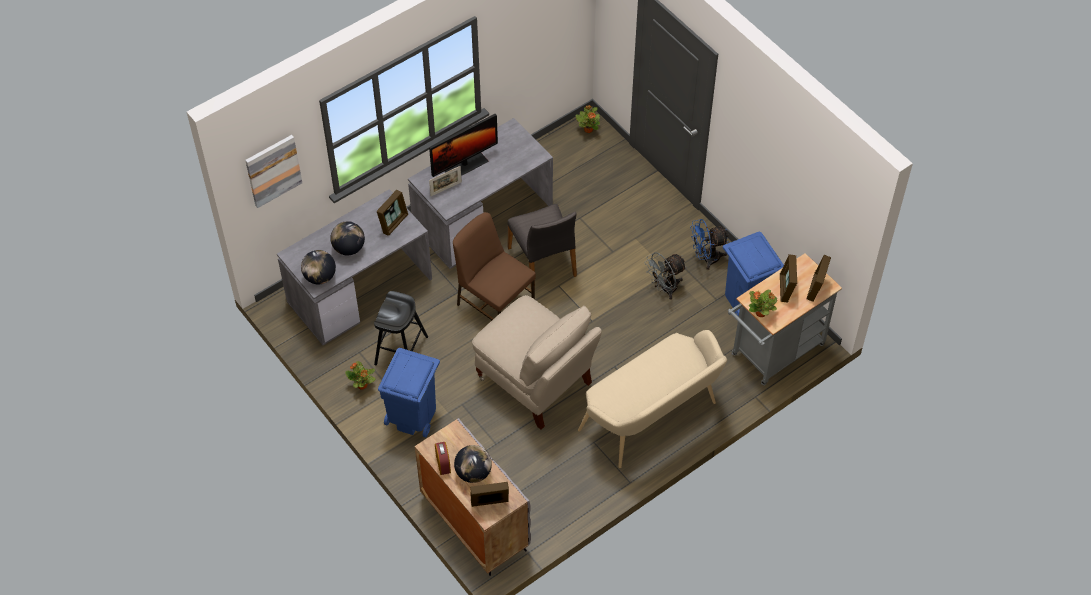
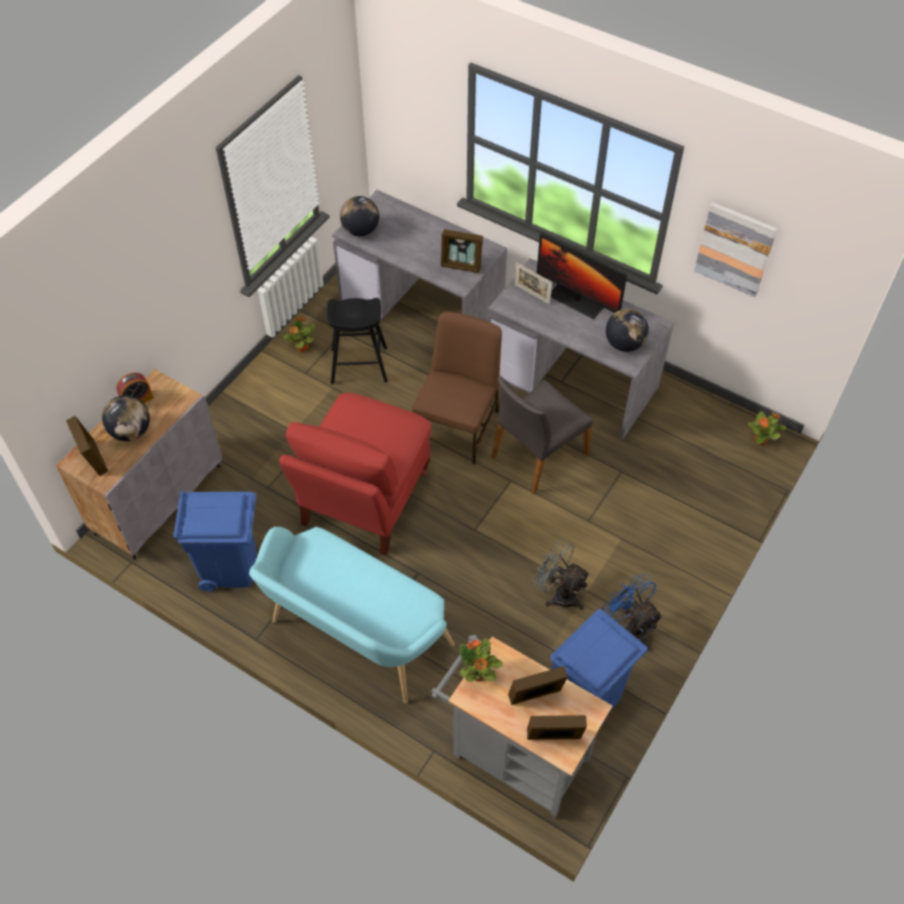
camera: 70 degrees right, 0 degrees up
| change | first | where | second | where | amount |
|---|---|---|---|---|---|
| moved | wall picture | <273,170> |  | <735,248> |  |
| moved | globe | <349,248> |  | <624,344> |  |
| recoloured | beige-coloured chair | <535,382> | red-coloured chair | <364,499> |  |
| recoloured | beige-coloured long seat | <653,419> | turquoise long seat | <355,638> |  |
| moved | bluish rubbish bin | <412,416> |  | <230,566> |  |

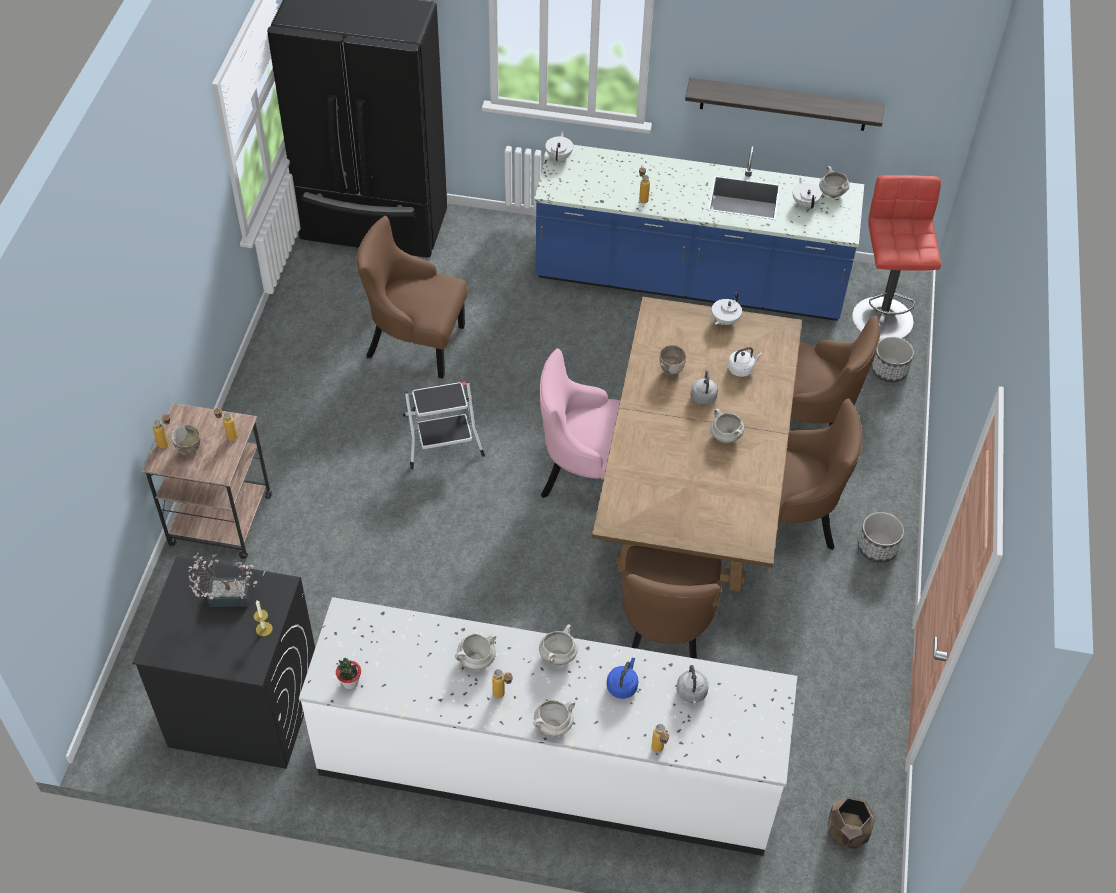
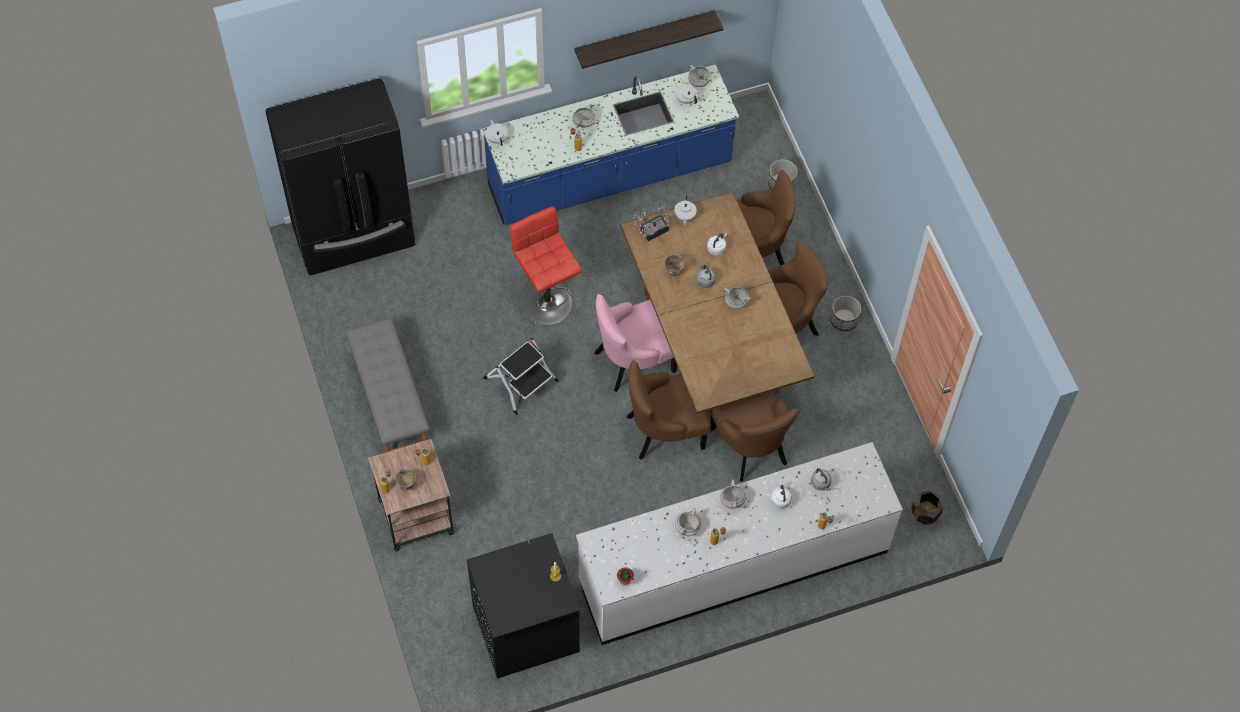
camera: 30 degrees left, 10 degrees up
| change | first | where | second | where | amount |
|---|---|---|---|---|---|
| moved | red-coloured stool | <883,318> |  | <547,303> |  |
| moved | brownish chair | <417,344> |  | <666,430> |  |
| moved | houseplant | <225,595> |  | <651,231> |  |
| recoloured | bluish water kettle | <622,686> | white-coloured water kettle | <780,499> |  |
| moved | white-coloured saucepot | <553,724> |  | <584,122> |  |
| added |  |  | grey long seat | <390,400> |  |

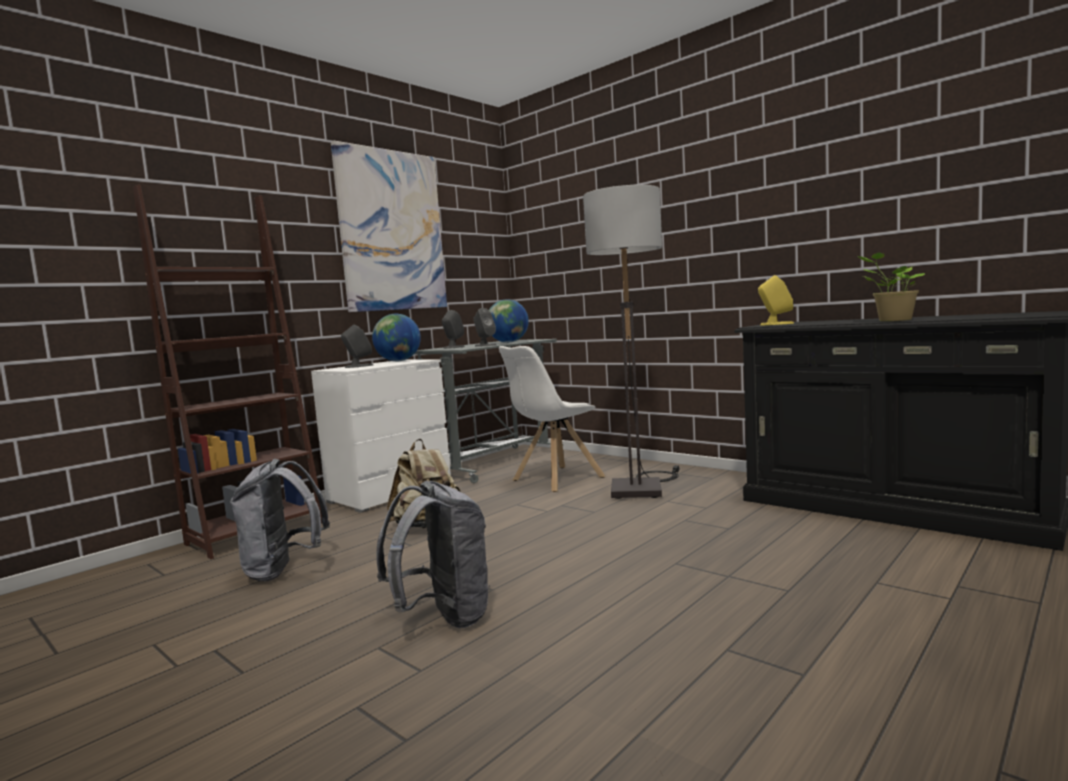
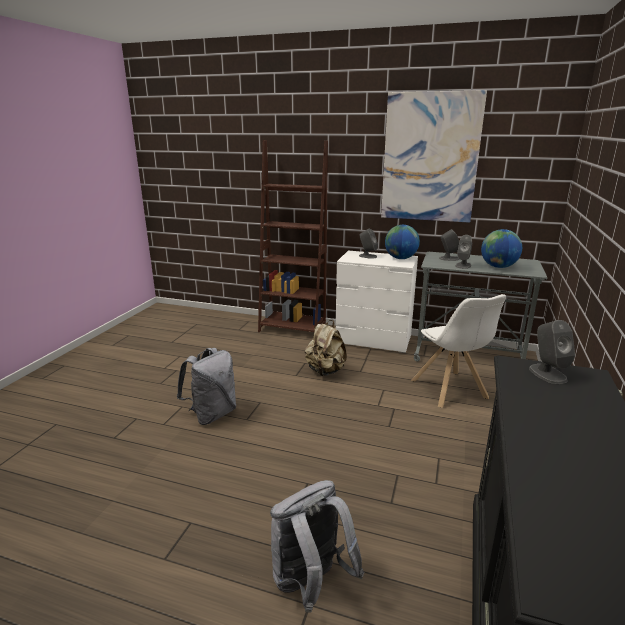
camera: 65 degrees right, 15 degrees up
| change | first | where | second | where | amount |
|---|---|---|---|---|---|
| removed | standing lamp | <643,487> |  |  |  |
| removed | houseplant | <892,320> |  |  |  |
| recoloured | yellow-coloured loudspeaker | <776,324> | grey loudspeaker | <547,373> |  |
| turned | white-coloured chair | <554,479> |  | <451,391> | 135 degrees counterclockwise |
| moved | grey knapsack | <283,571> |  | <310,583> |  |

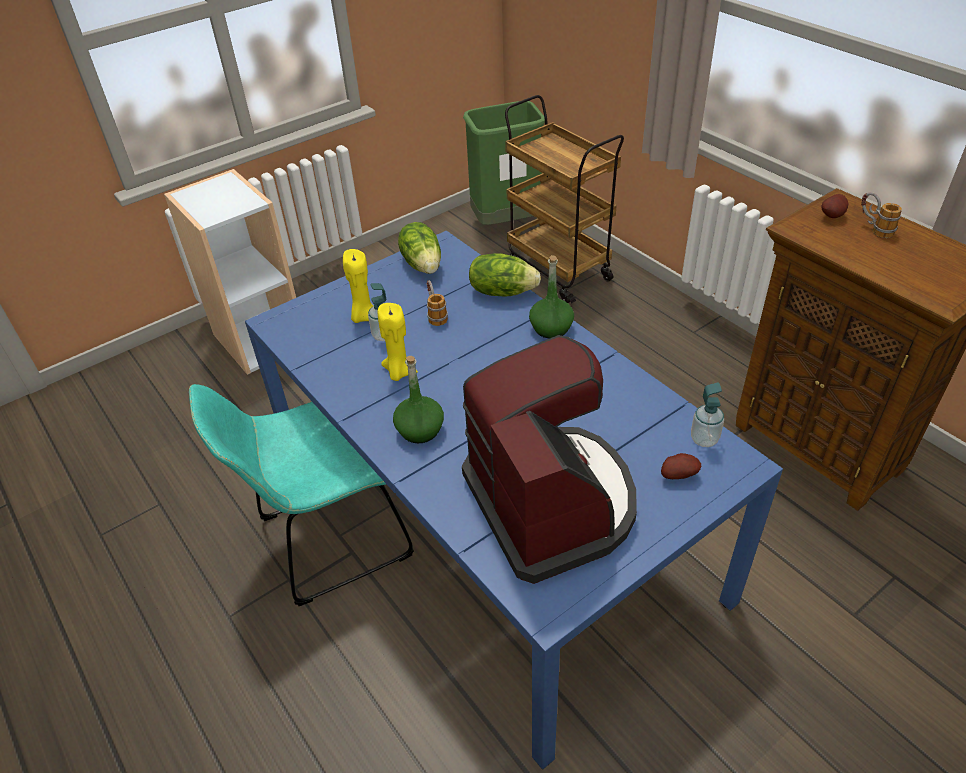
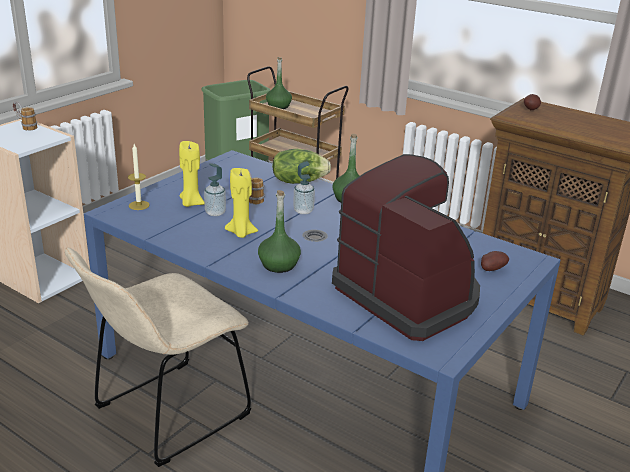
camera: 20 degrees left, 15 degrees down
| change | first | where | second | where | amount |
|---|---|---|---|---|---|
| moved | mug | <873,228> |  | <25,126> |  |
| removed | lettuce | <423,264> |  |  |  |
| moved | soap dispenser | <704,439> |  | <303,211> |  |
| recoloured | turquoise chair | <327,541> | beige-coloured chair | <166,415> |  |
| added |  |  | green-coloured bottle | <278,106> |  |
| added |  |  | wax candle | <139,205> |  |

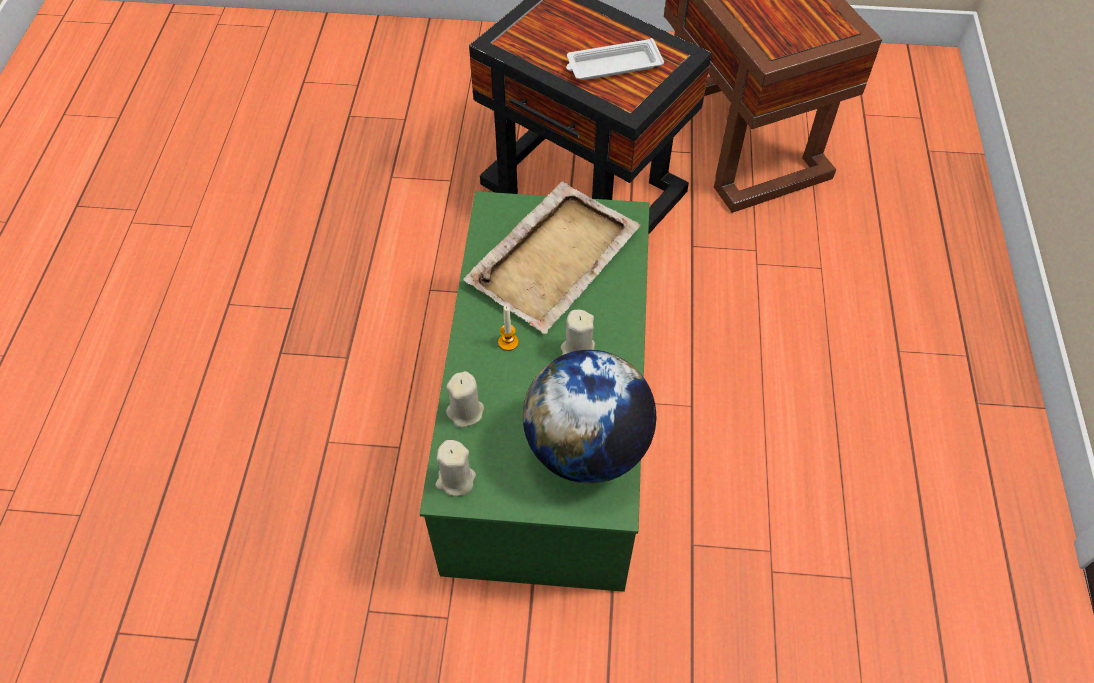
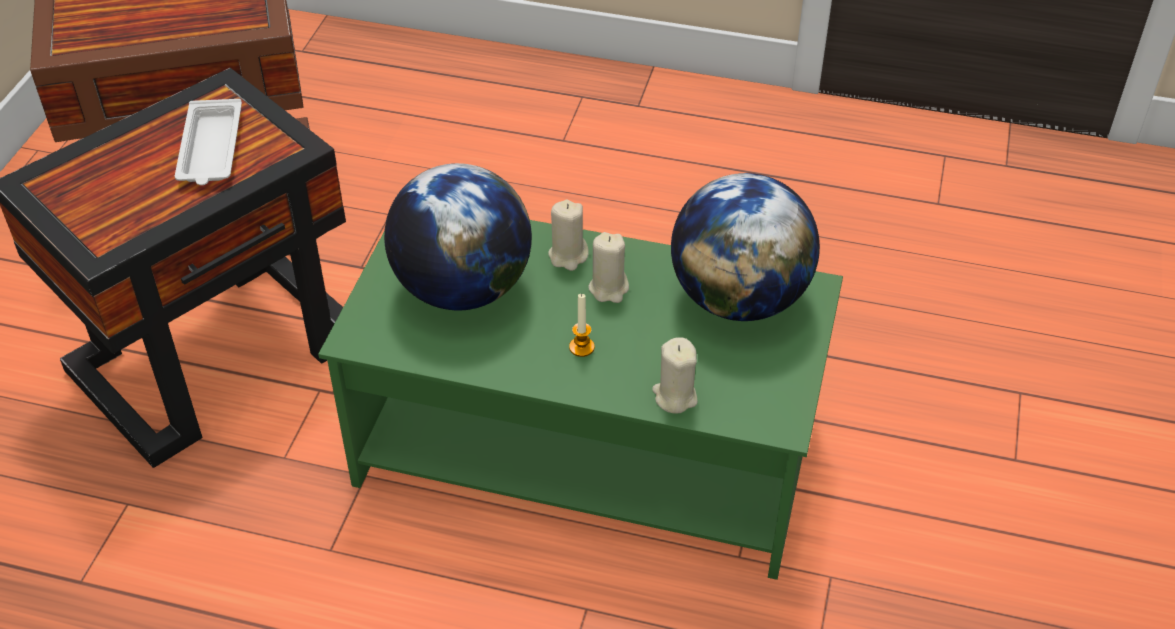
camera: 80 degrees left, 10 degrees down
| change | first | where | second | where | amount |
|---|---|---|---|---|---|
| replaced | beige-coloured tray | <555,257> | globe | <462,289> |  |
| moved | beige-coloured wax candle | <455,480> |  | <568,256> |  |

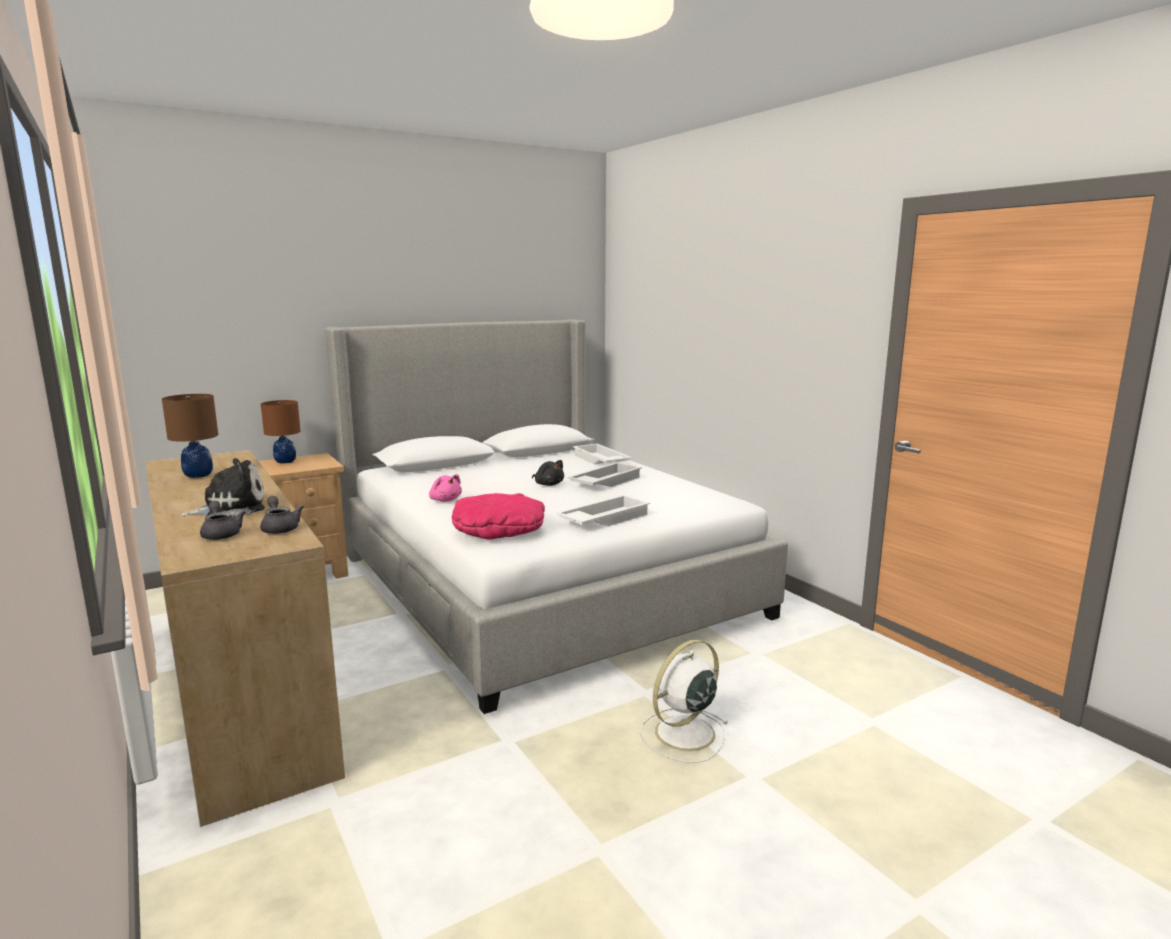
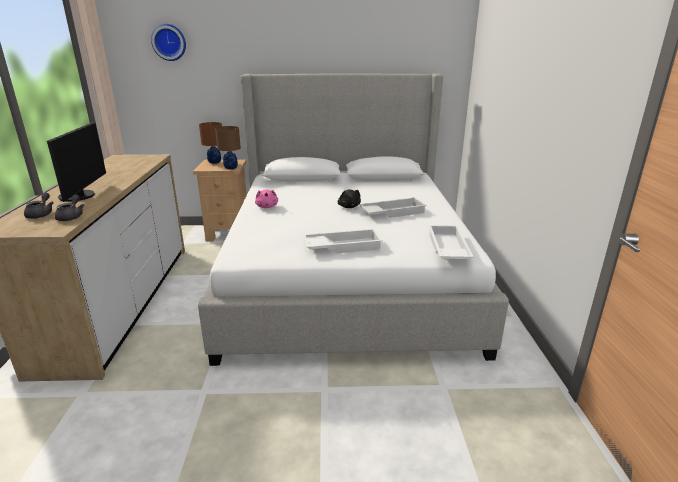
camera: 30 degrees right, 10 degrees up
| change | first | where | second | where | amount |
|---|---|---|---|---|---|
| moved | brownish tabletop lamp | <200,475> |  | <231,168> |  |
| moved | white-coloured tray | <600,461> |  | <446,248> |  |
| replaced | soft toy | <230,508> | computer display | <81,196> |  |
| removed | pink-coloured pillow | <498,529> |  |  |  |
| removed | white-coloured fan | <683,734> |  |  |  |
| added |  |  | clock on the wall | <169,42> |  |

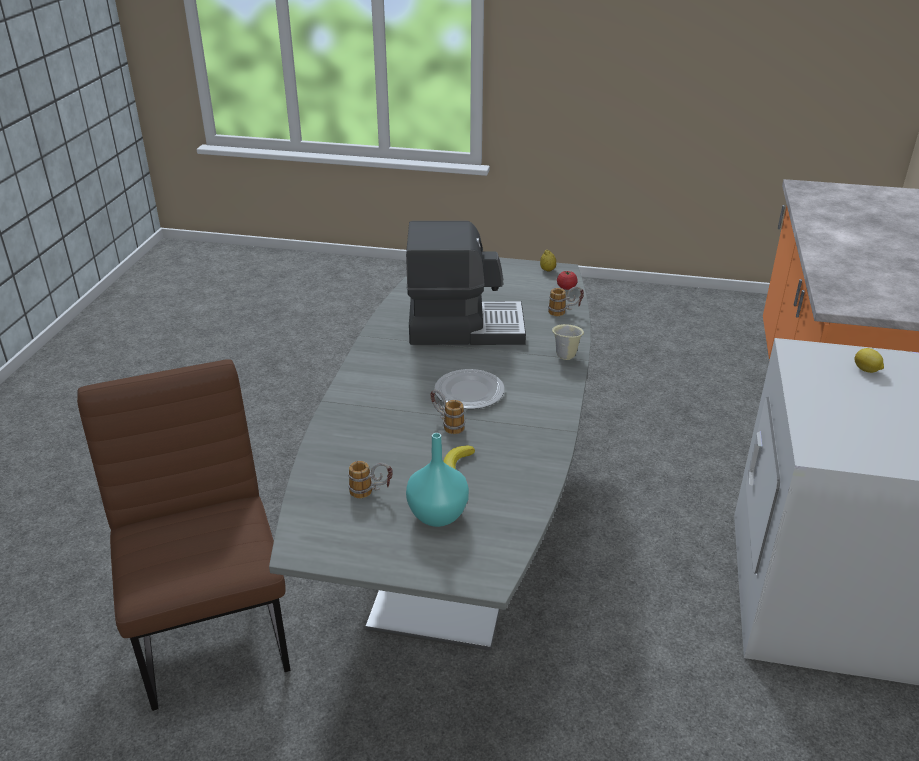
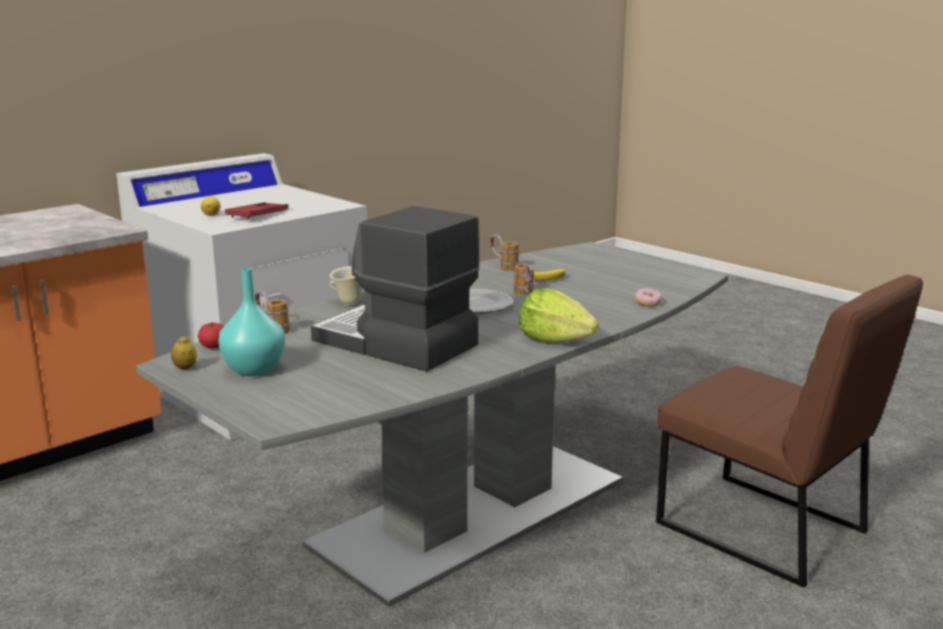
camera: 145 degrees left, 15 degrees down
| change | first | where | second | where | amount |
|---|---|---|---|---|---|
| turned | brownish chair | <212,625> |  | <766,530> | 60 degrees counterclockwise |
| moved | turquoise flower vase | <438,516> |  | <254,369> |  |
| moved | mug | <371,492> |  | <503,266> |  |
| added |  |  | red-coloured tray | <257,215> |  |
| added |  |  | lettuce | <554,340> |  |
| added |  |  | ring doughnut | <647,303> |  |

